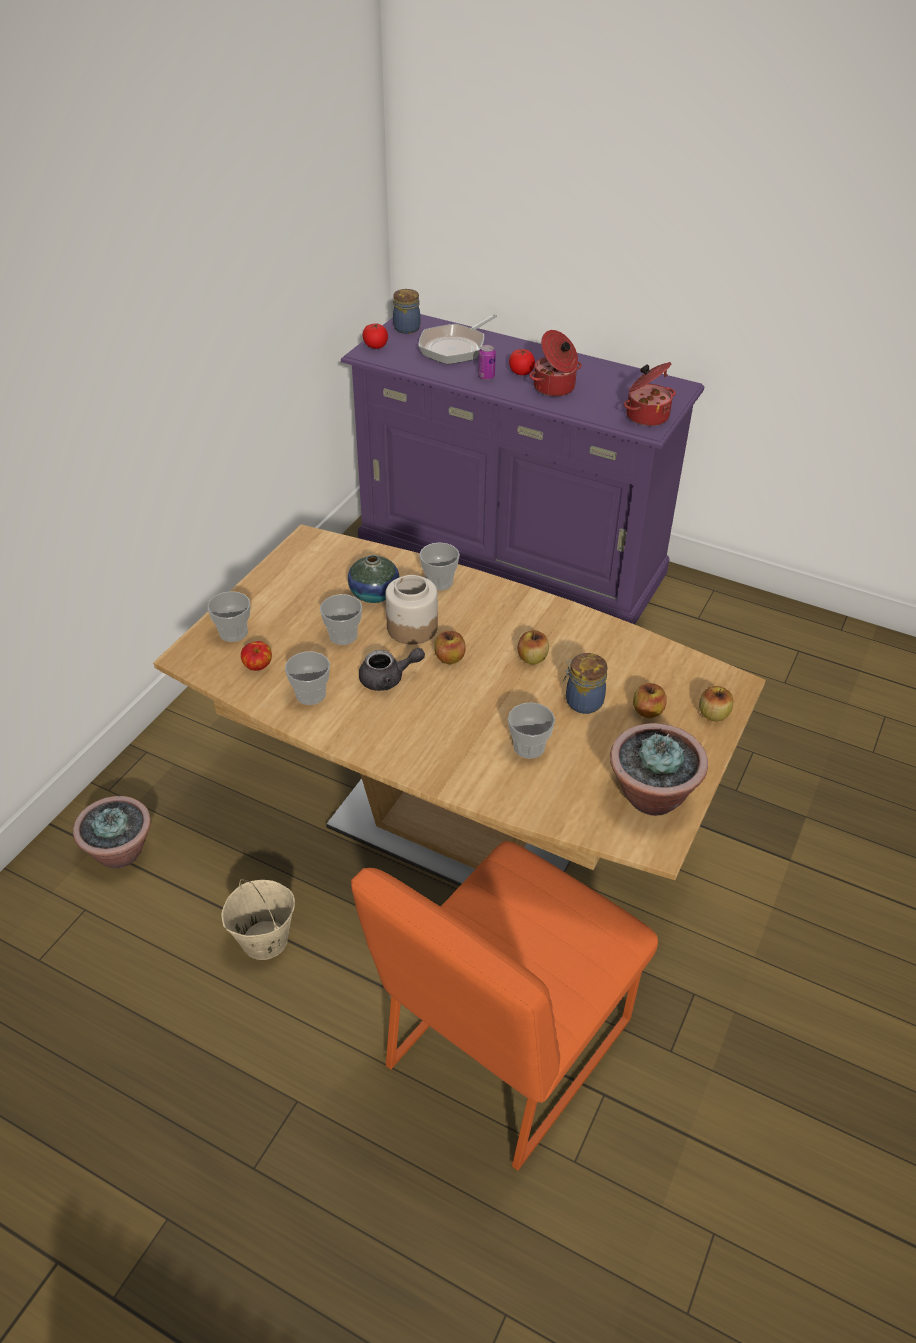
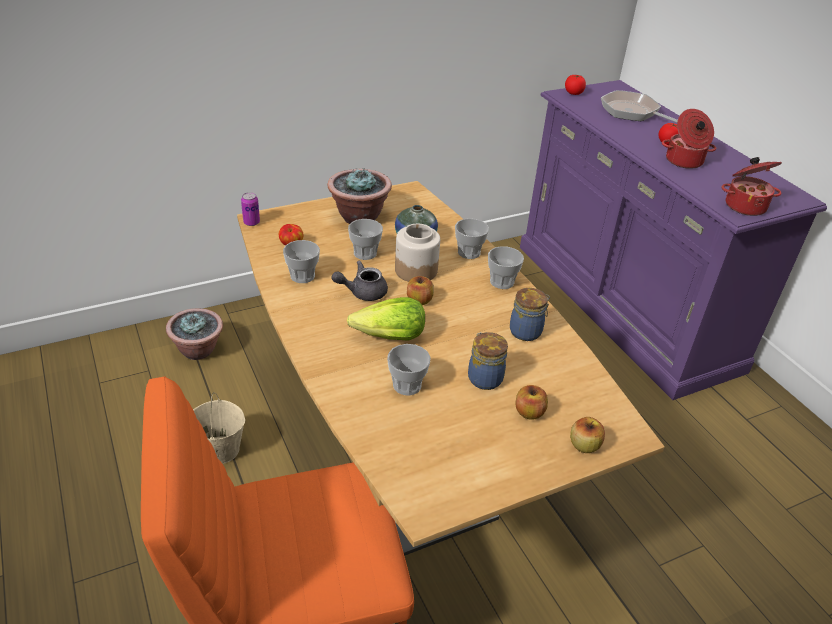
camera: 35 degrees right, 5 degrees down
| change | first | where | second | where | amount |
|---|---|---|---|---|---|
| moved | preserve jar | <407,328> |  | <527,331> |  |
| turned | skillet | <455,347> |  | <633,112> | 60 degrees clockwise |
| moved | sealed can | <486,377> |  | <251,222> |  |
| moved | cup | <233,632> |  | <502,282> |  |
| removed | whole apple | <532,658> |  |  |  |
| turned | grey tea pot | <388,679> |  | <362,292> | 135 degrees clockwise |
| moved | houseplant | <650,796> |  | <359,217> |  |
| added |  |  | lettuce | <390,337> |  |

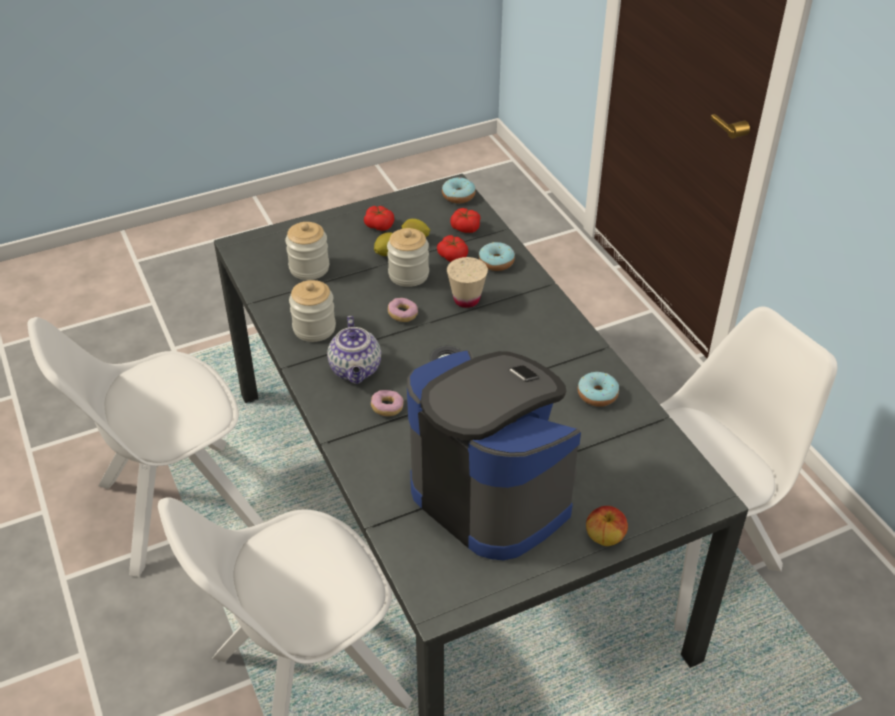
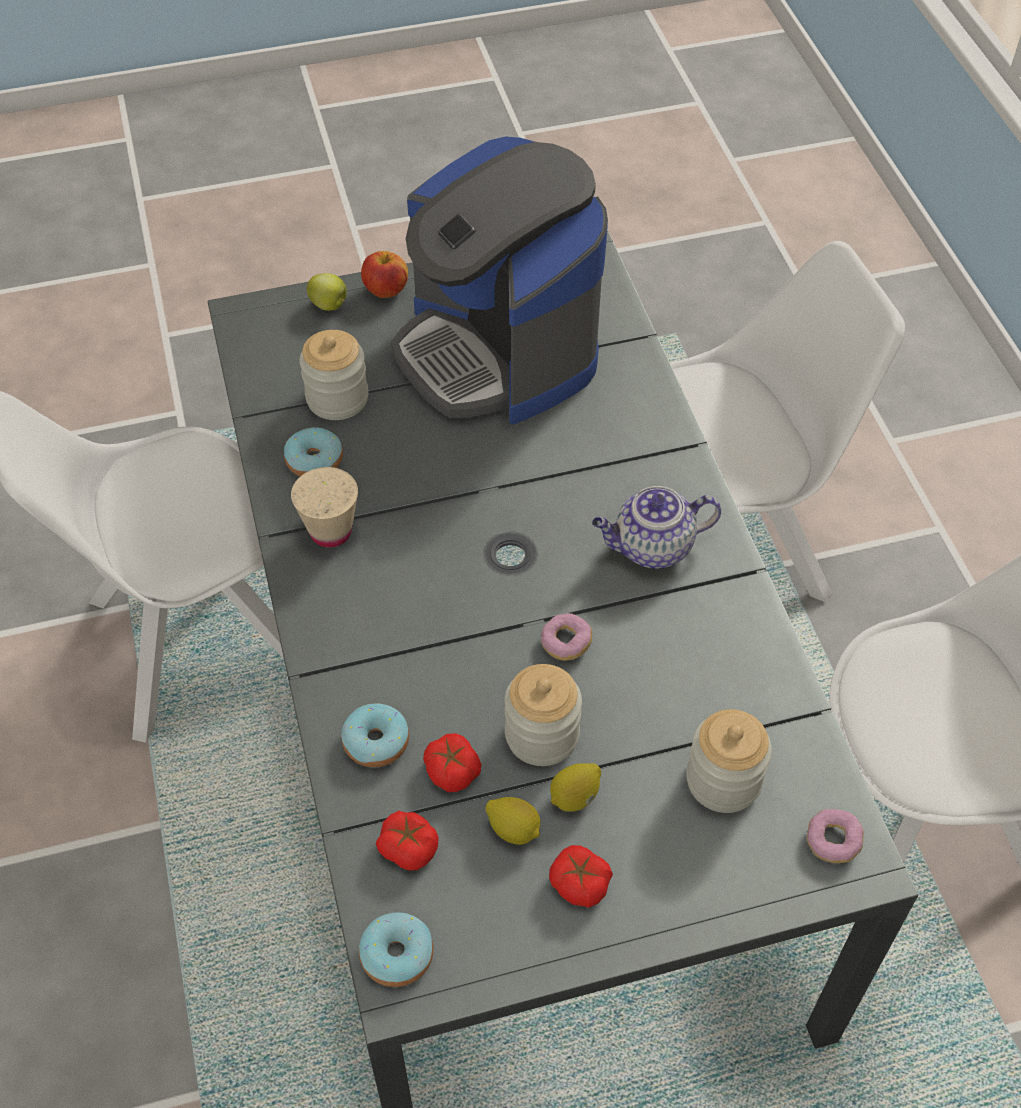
camera: 170 degrees left, 10 degrees up
| change | first | where | second | where | amount |
|---|---|---|---|---|---|
| moved | beige-coloured cup | <466,300> |  | <330,532> |  |
| moved | preserve jar | <314,328> |  | <337,398> |  |
| turned | tea pot | <356,370> |  | <651,548> | 105 degrees counterclockwise |
| moved | ring doughnut | <387,408> |  | <832,841> |  |
| added |  |  | whole apple | <330,305> |  |

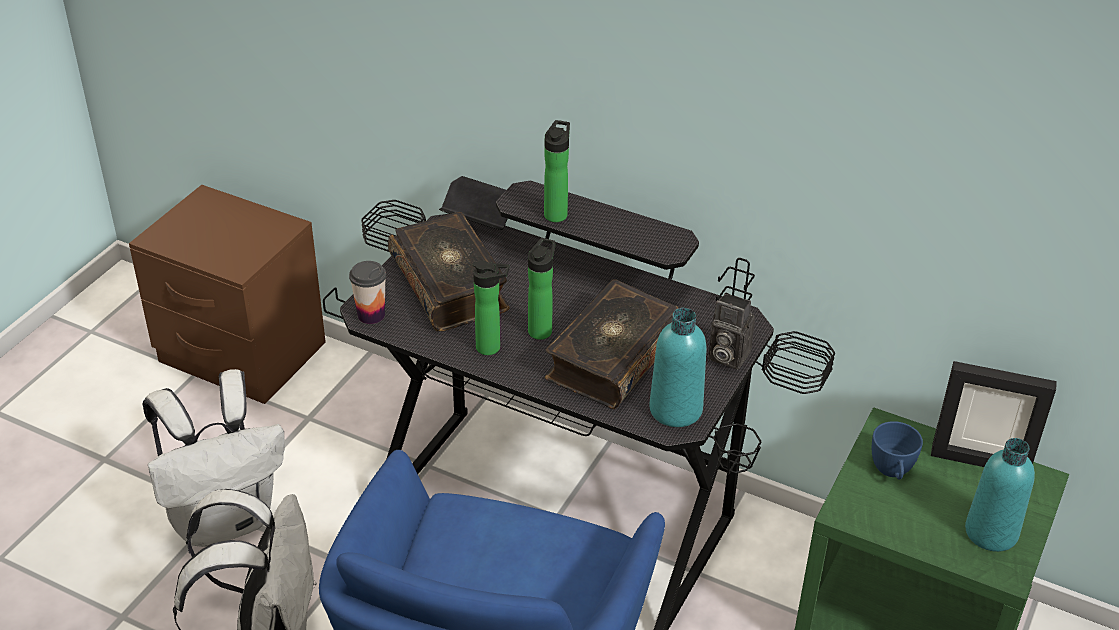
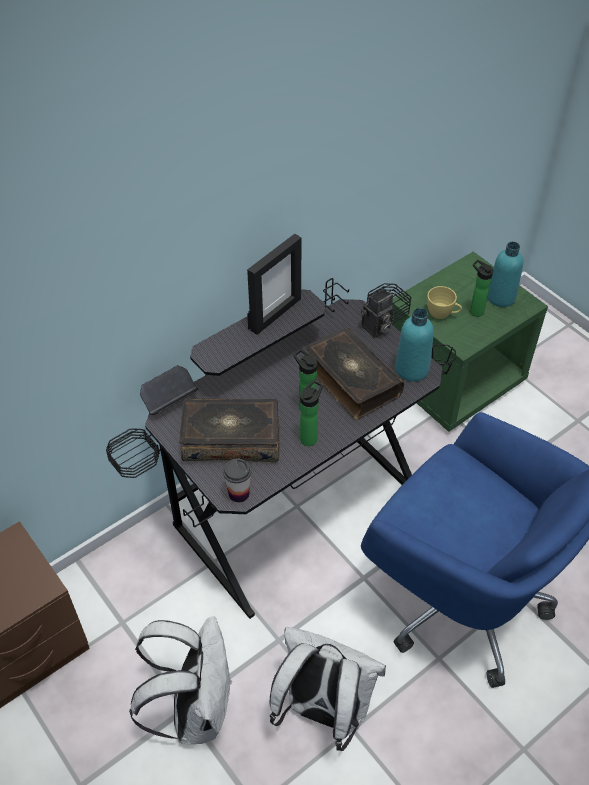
camera: 65 degrees left, 10 degrees up
| change | first | where | second | where | amount |
|---|---|---|---|---|---|
| moved | bottle | <556,213> |  | <474,311> |  |
| moved | standing frame | <980,460> |  | <275,314> |  |
| recoloured | bluish cup | <892,472> | yellow-coloured cup | <442,314> |  |

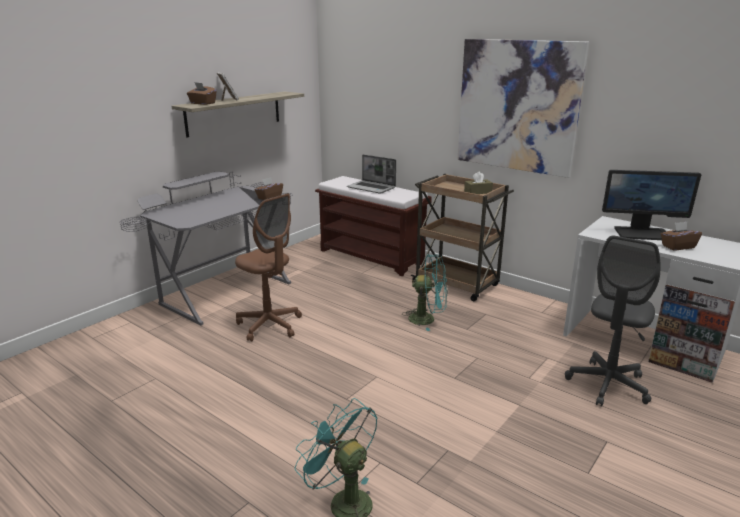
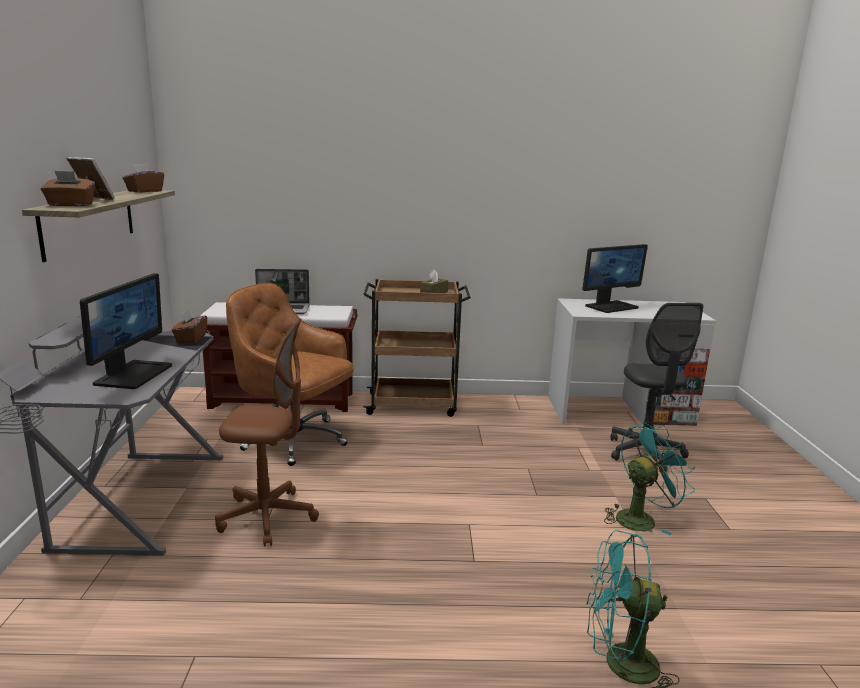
camera: 40 degrees left, 5 degrees down
| change | first | where | second | where | amount |
|---|---|---|---|---|---|
| removed | wall picture | <517,106> |  |  |  |
| moved | brownish tissue holder | <677,246> |  | <144,191> |  |
| moved | turquoise fan | <427,319> |  | <640,518> |  |
| added |  |  | computer display | <133,374> |  |
| added |  |  | brownish computer chair | <295,440> |  |

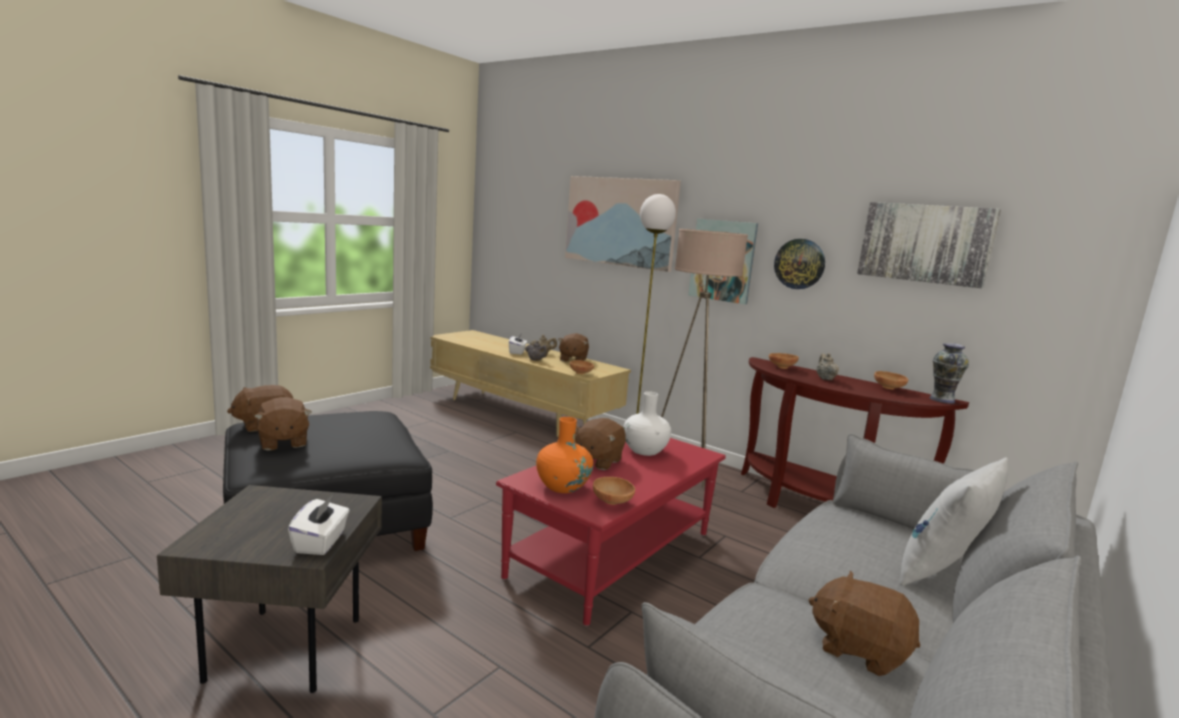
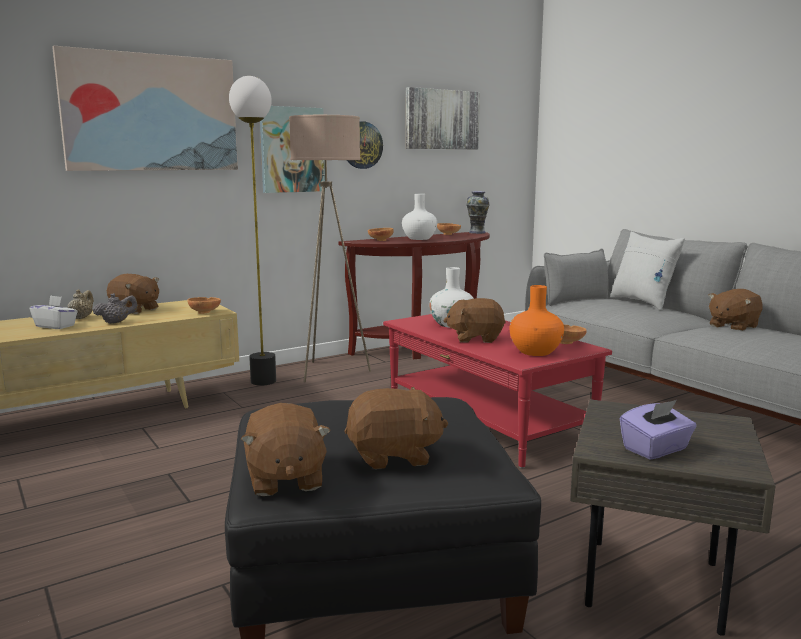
camera: 70 degrees left, 0 degrees up
| change | first | where | second | where | amount |
|---|---|---|---|---|---|
| replaced | beige-coloured tea pot | <825,378> | white-coloured flower vase | <419,238> |  |
| turned | brownish soft toy | <596,461> |  | <475,338> | 135 degrees clockwise |
| removed | white-coloured tissue holder | <321,542> |  |  |  |
| added |  |  | purplish tissue holder | <656,449> |  |

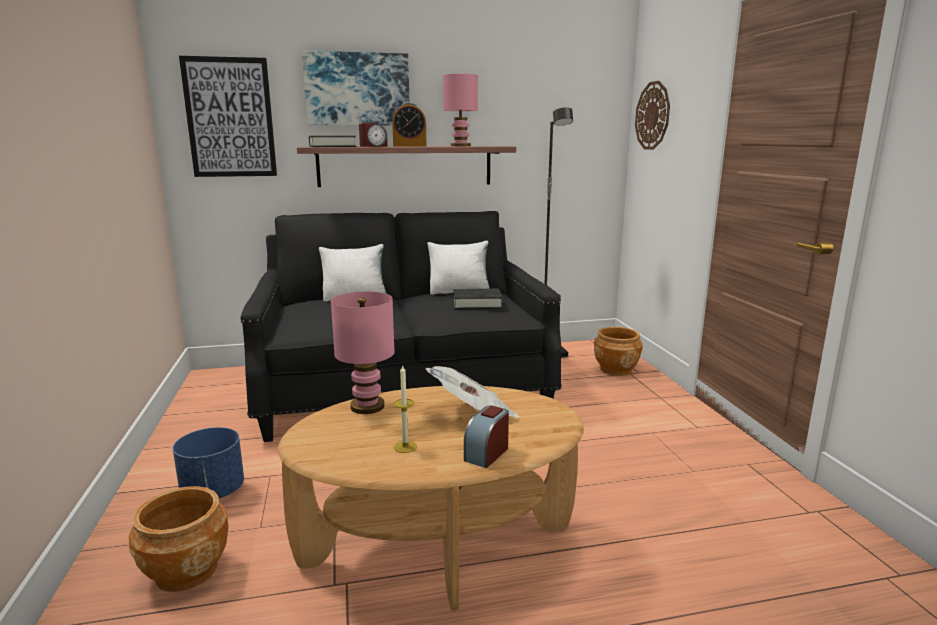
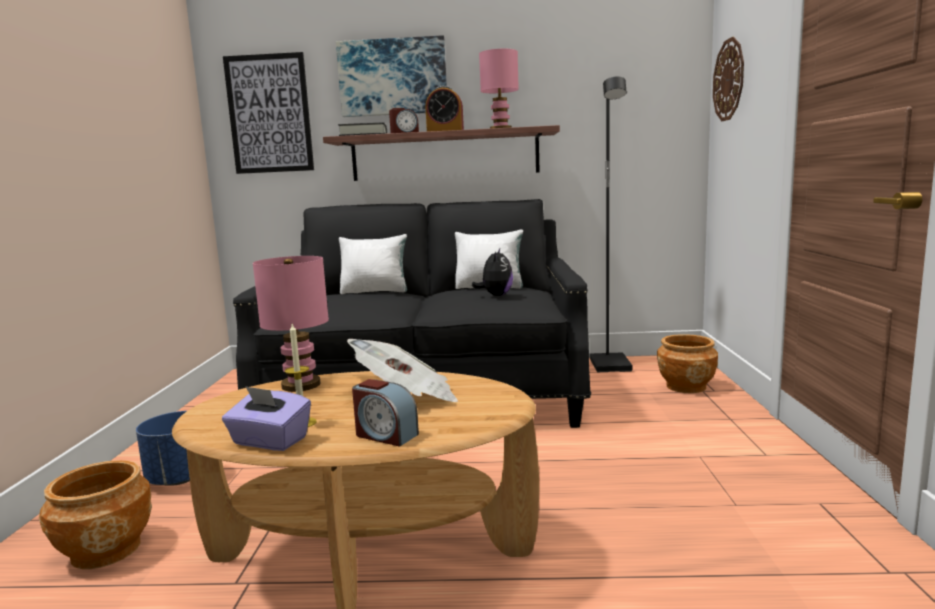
camera: 15 degrees right, 5 degrees down
| change | first | where | second | where | amount |
|---|---|---|---|---|---|
| replaced | black book | <477,303> | soft toy | <496,295> |  |
| turned | alarm clock | <487,453> |  | <385,435> | 105 degrees counterclockwise |
| added |  |  | purplish tissue holder | <269,441> |  |

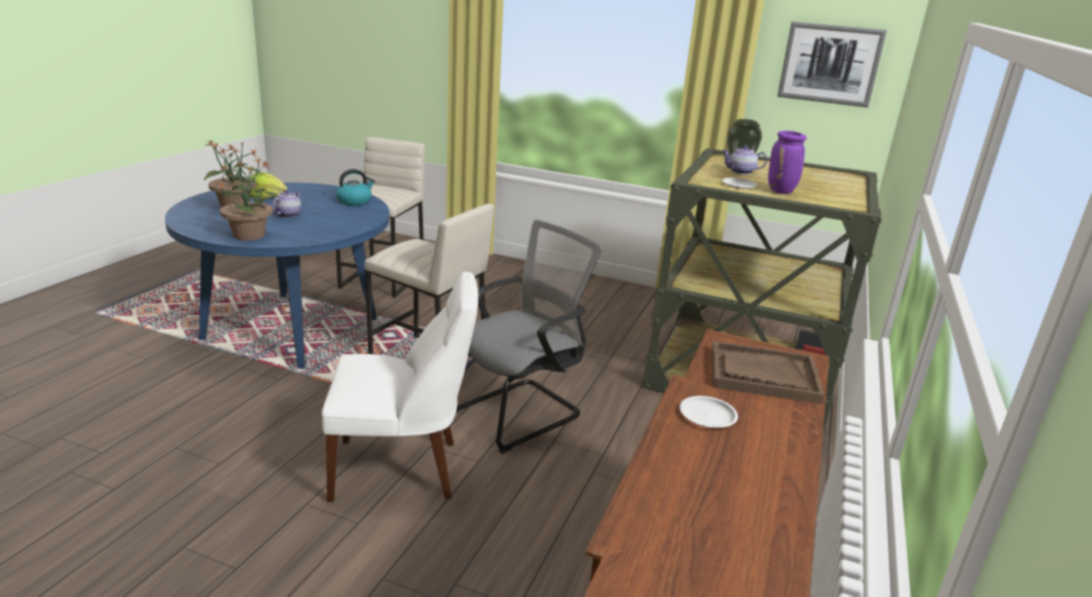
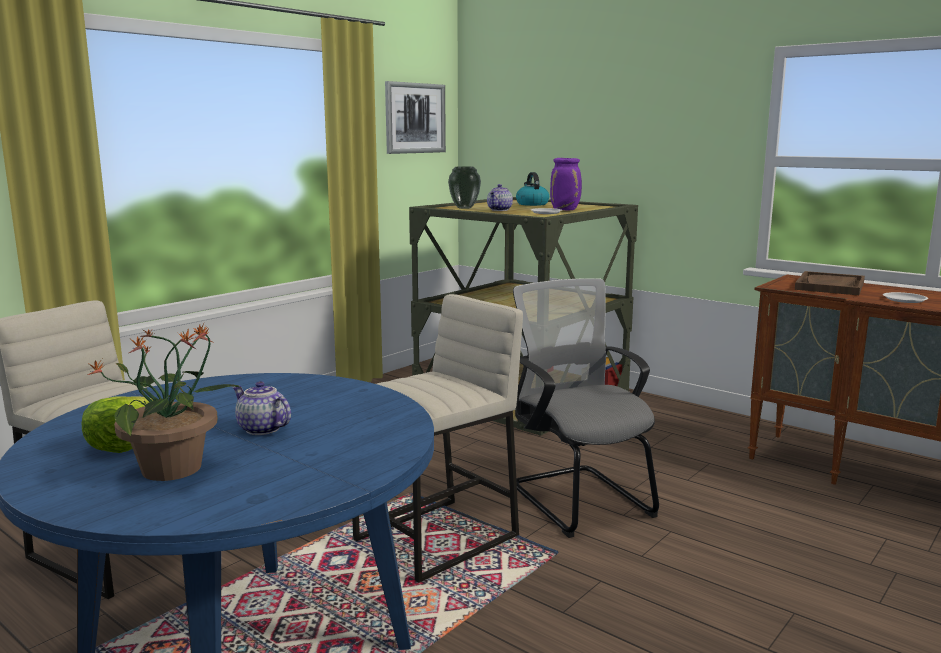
camera: 70 degrees left, 10 degrees down
| change | first | where | second | where | amount |
|---|---|---|---|---|---|
| removed | houseplant | <250,235> |  |  |  |
| moved | water kettle | <354,201> |  | <532,204> |  |
| removed | white-coloured chair | <402,469> |  |  |  |

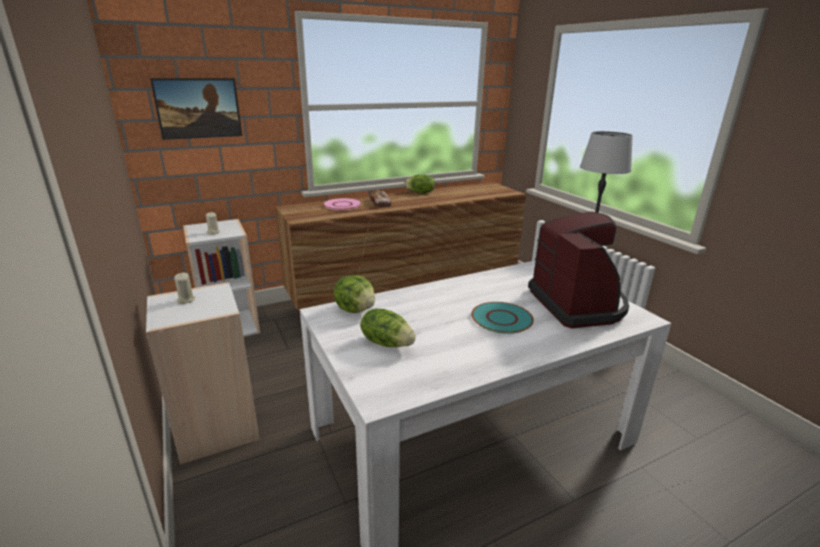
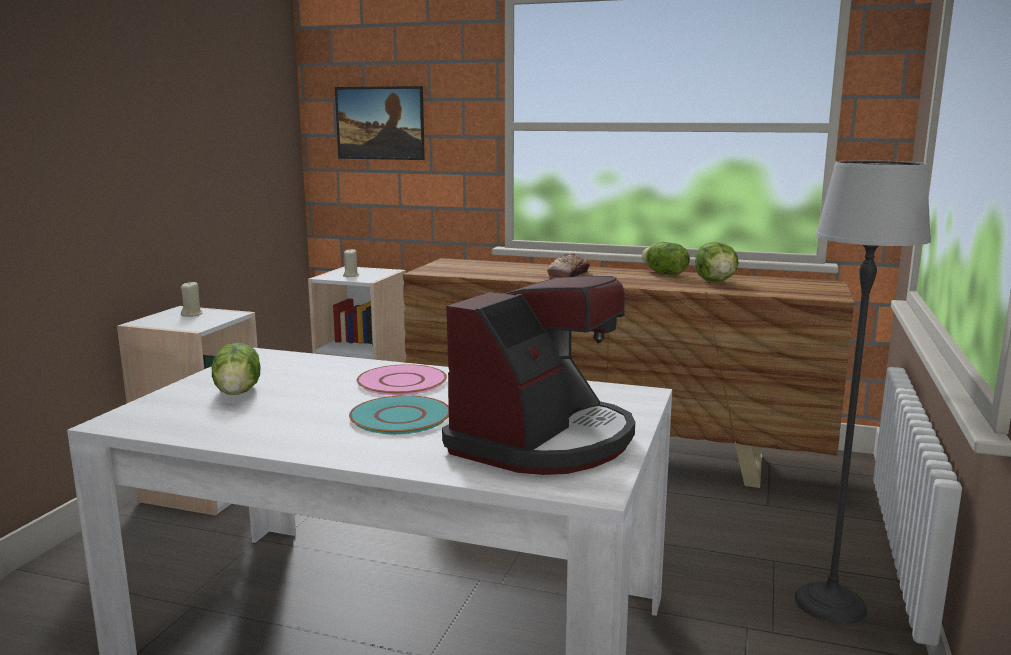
camera: 45 degrees right, 10 degrees down
| change | first | where | second | where | amount |
|---|---|---|---|---|---|
| moved | pink-coloured plate | <342,205> |  | <402,381> |  |
| moved | lettuce | <356,309> |  | <716,281> |  |

